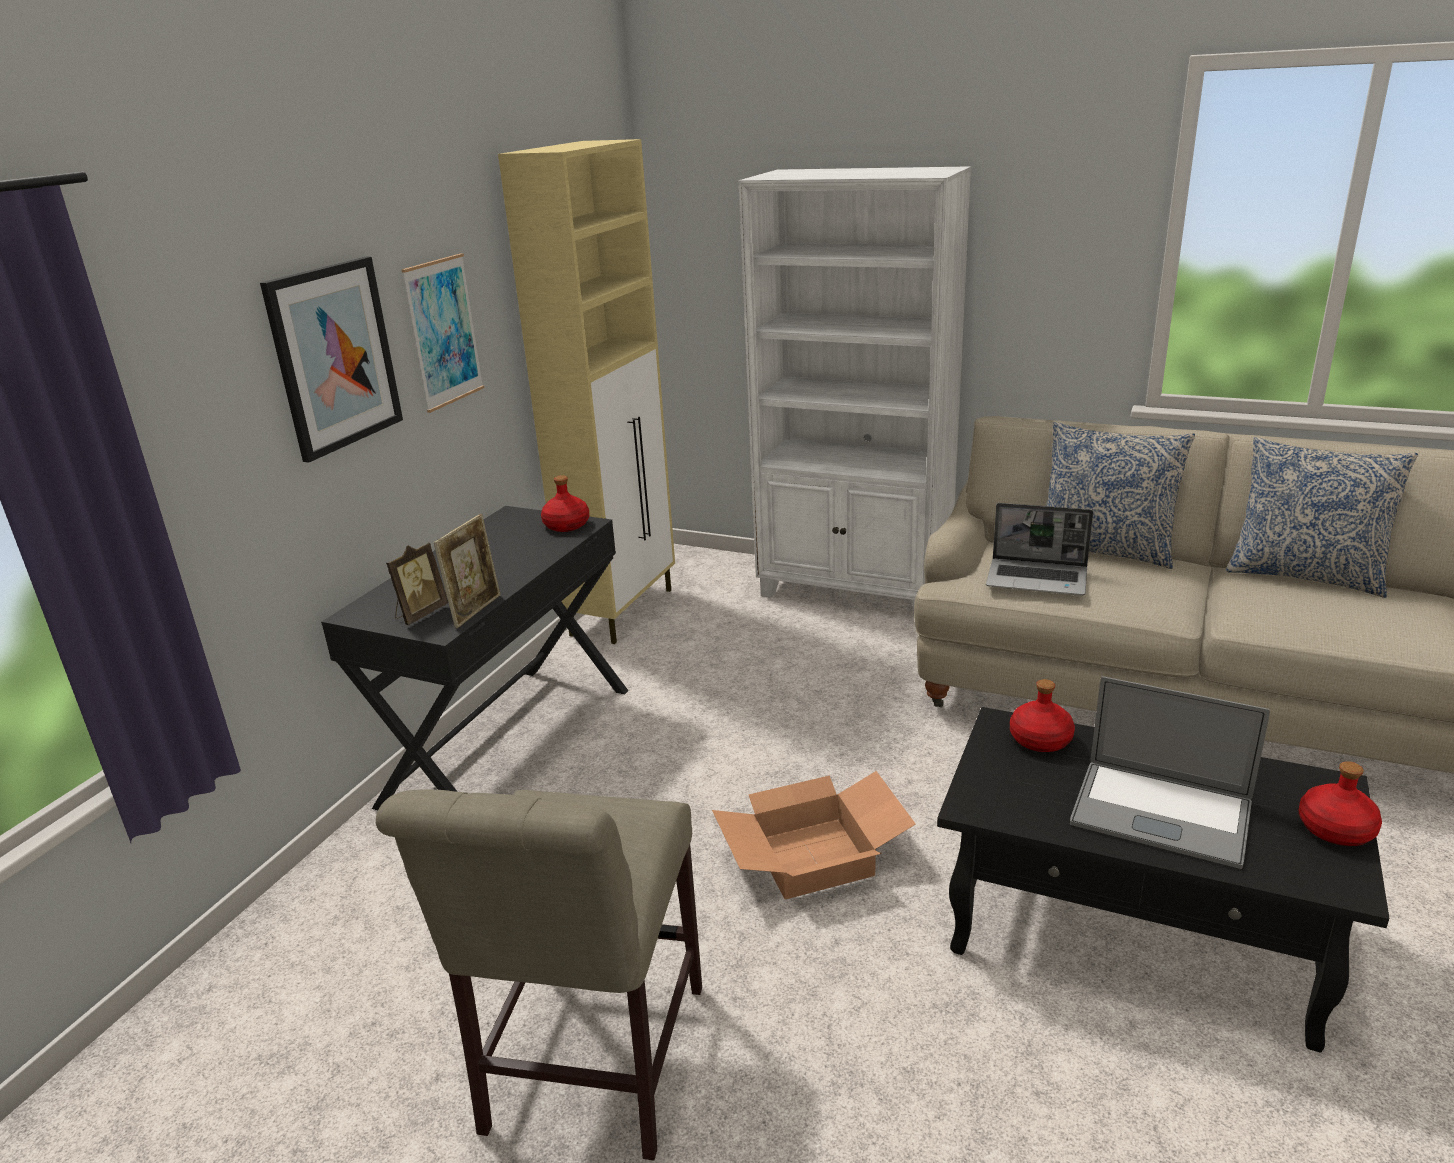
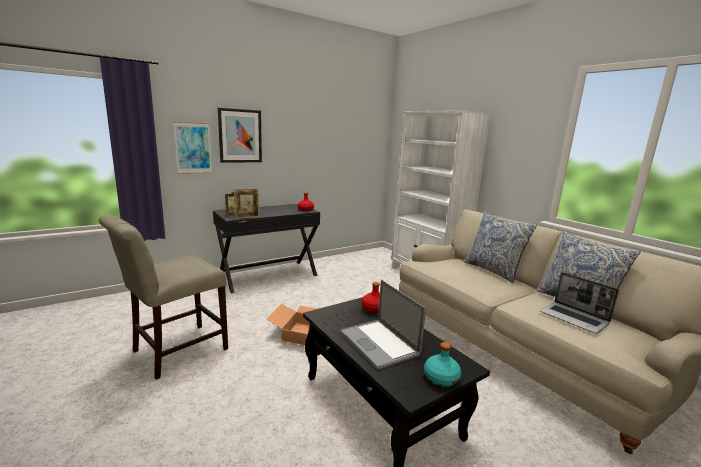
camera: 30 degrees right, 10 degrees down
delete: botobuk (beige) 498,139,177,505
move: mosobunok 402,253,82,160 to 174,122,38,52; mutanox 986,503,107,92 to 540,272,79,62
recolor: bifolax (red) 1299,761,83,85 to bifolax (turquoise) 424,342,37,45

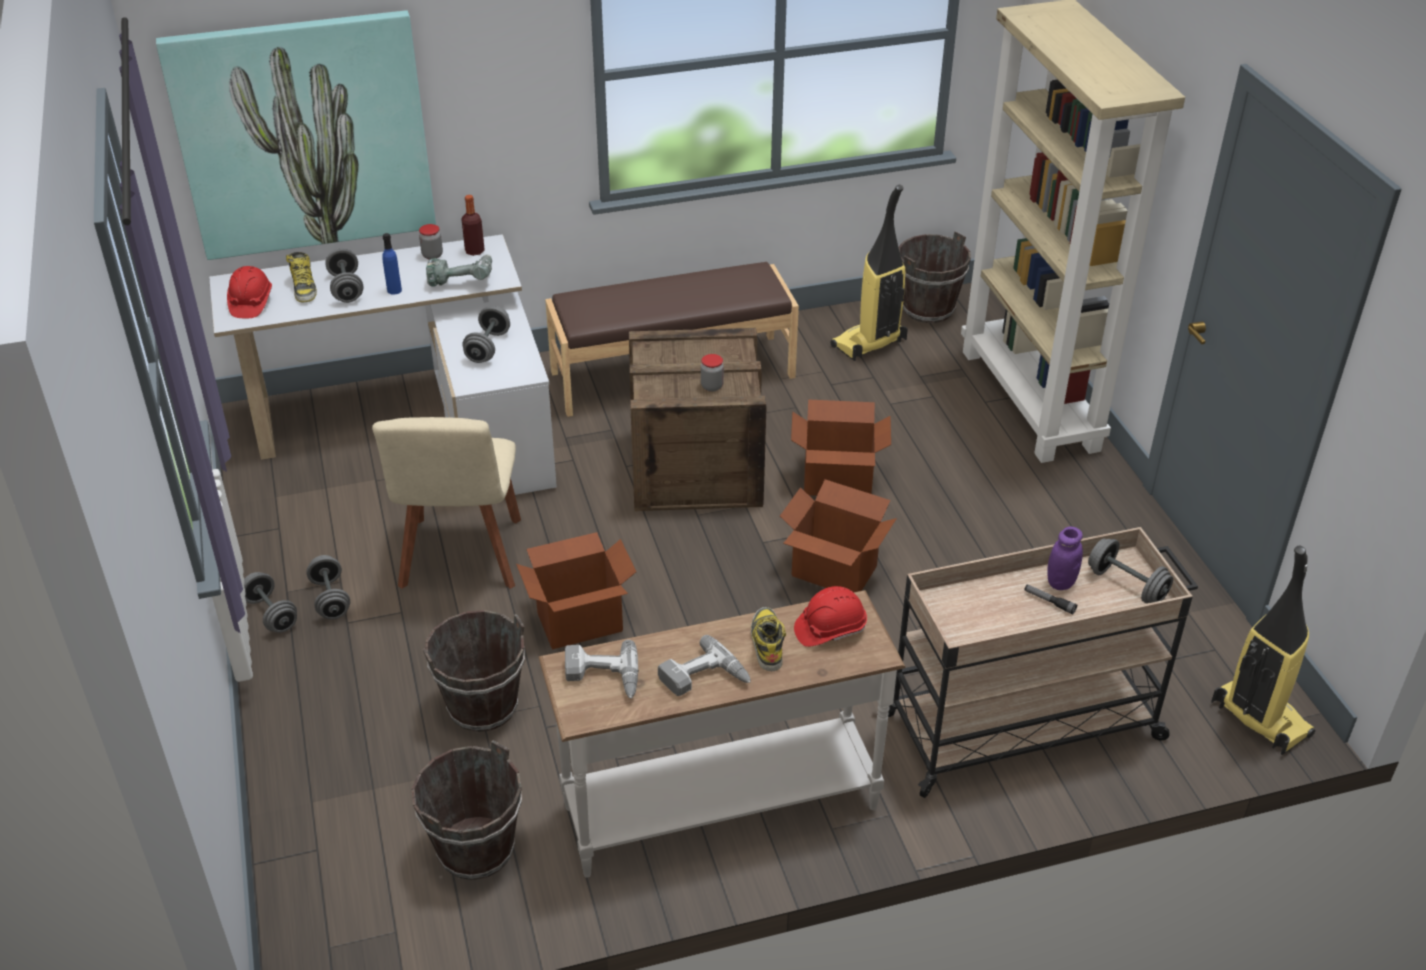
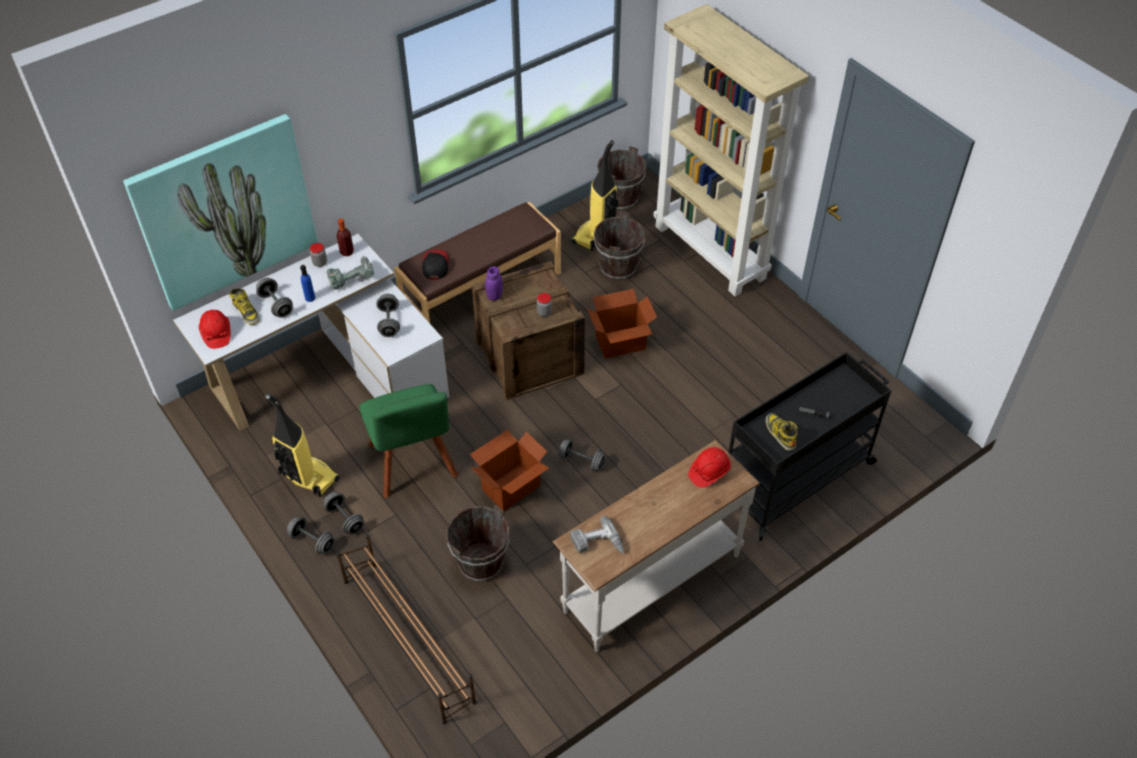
camera: 20 degrees left, 10 degrees up
delete: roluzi 780,479,117,113; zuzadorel 658,635,93,61
insert: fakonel 422,249,27,31; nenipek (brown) 337,535,139,189
move: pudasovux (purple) 1047,527,36,63 to 485,266,18,35; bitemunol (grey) 1088,539,85,64 to 558,439,47,32; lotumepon 1211,546,104,209 to 265,393,75,105; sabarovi 751,607,35,64 to 766,413,32,38; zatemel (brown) 412,740,110,140 to 594,212,51,68
recolor: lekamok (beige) 372,417,149,172 to lekamok (green) 360,384,98,114; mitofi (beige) 888,527,310,271 to mitofi (black) 728,352,164,189

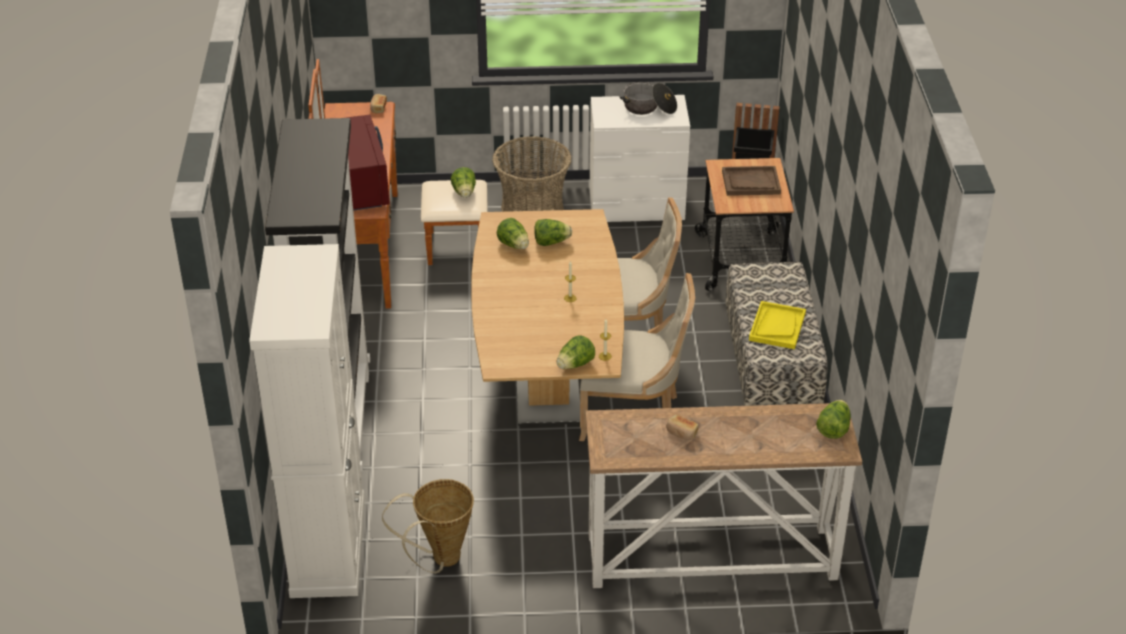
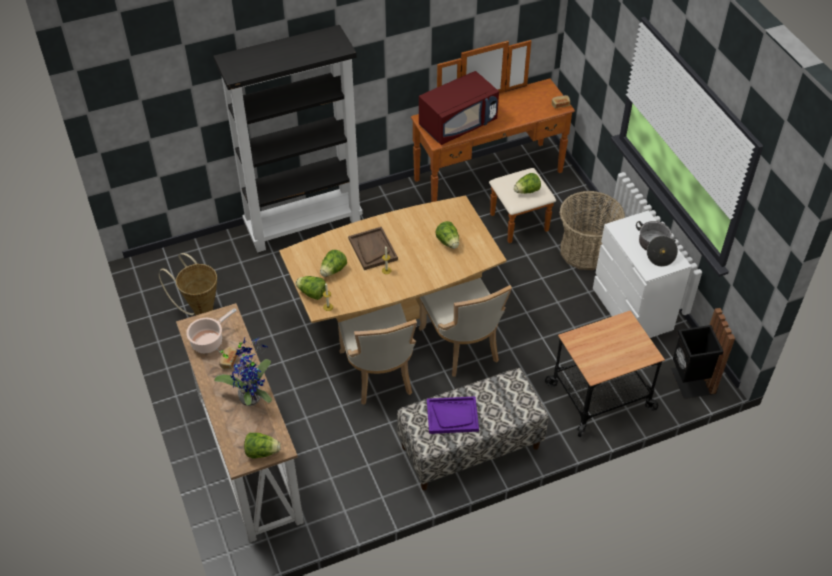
camera: 70 degrees right, 10 degrees up
delete: botobuk (white) 249,244,116,354
insert: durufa 186,308,51,45; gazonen 214,337,58,69
move: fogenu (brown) 722,166,59,30 to 348,227,50,43; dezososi 497,218,32,31 to 320,250,27,27
recolor: fogenu (yellow) 749,301,57,48 to fogenu (purple) 427,396,52,38

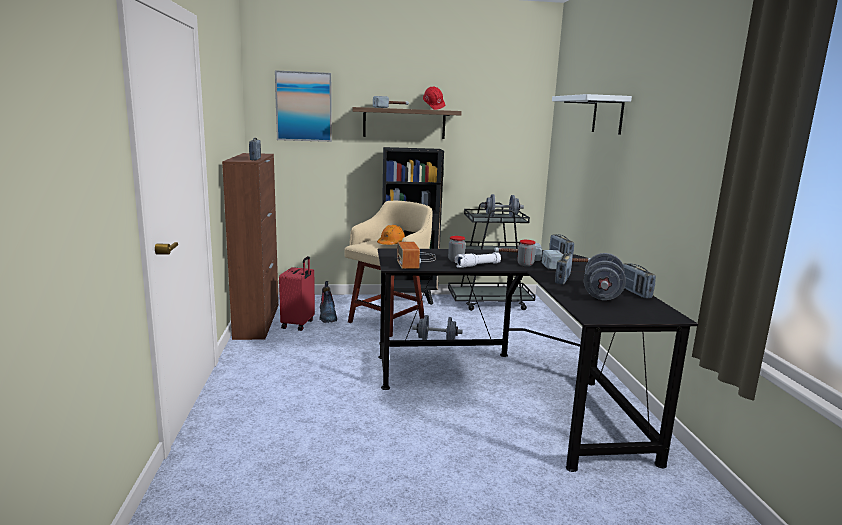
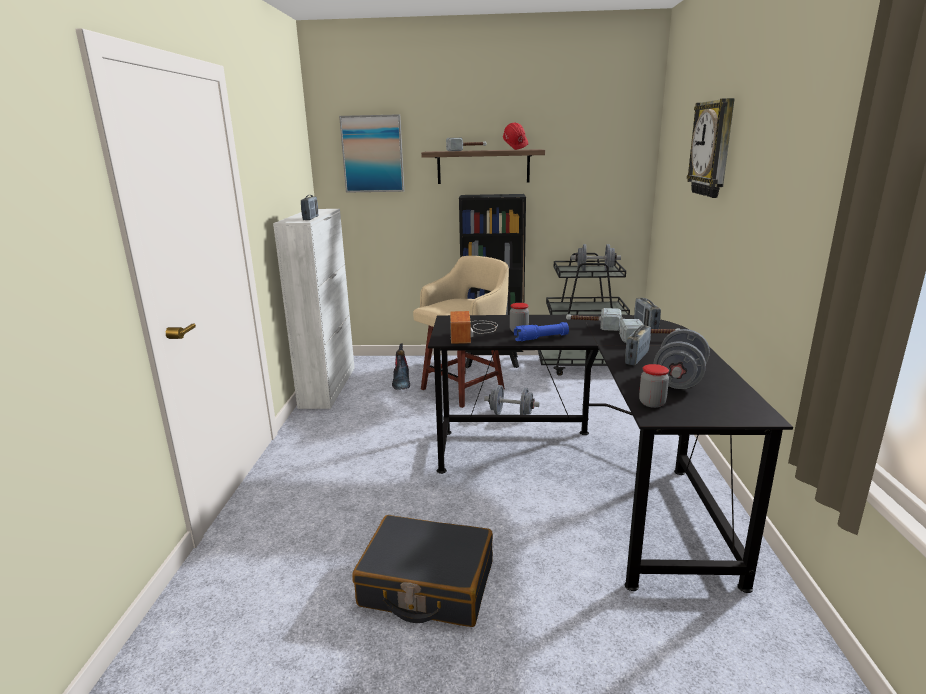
camera: 10 degrees right, 5 degrees up
delete: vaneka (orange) 377,225,28,20; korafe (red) 279,256,36,75; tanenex 623,263,33,35
insert: korafe (black) 352,515,141,112
move: pudasovux 517,240,19,26 to 639,364,30,44
replace: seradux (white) 552,94,80,41 to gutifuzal 687,98,48,100
recolor: botobuk (brown) 222,153,57,187 to botobuk (white) 273,209,82,200; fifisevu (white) 455,252,46,16 to fifisevu (blue) 514,322,55,19

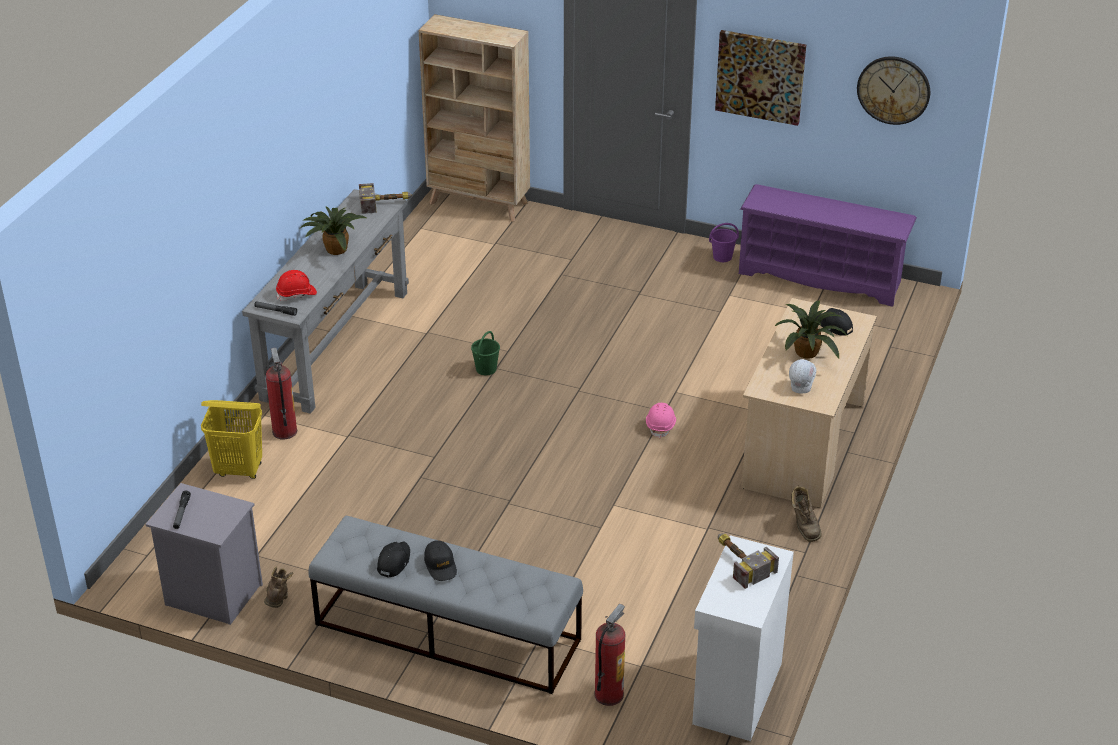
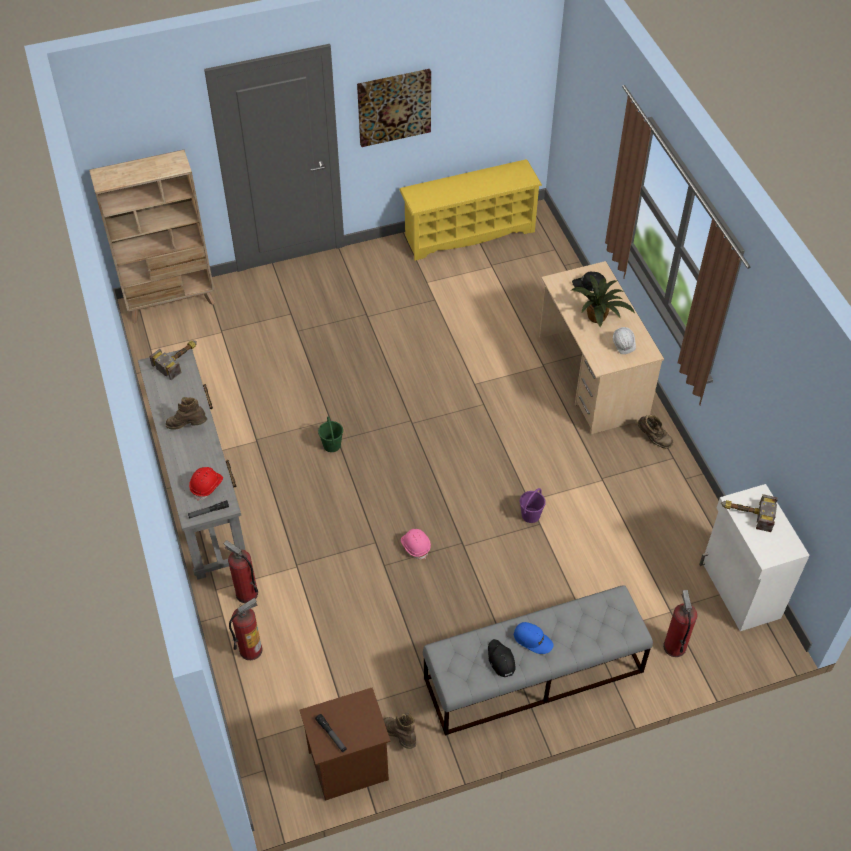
camera: 40 degrees left, 15 degrees up
delete: gutifuzal 857,56,73,69
move: zatemel (purple) 709,223,30,39 to 520,488,26,35; vaneka (pink) 646,403,30,36 to 401,529,30,31
replace: gazonen 300,206,66,49 to sabarovi (brown) 166,397,41,33; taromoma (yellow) 201,400,61,79 to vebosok 229,598,33,62
recolor: nenipek (purple) 739,184,178,123 to nenipek (yellow) 399,159,143,102; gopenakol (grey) 146,483,117,142 to gopenakol (brown) 299,687,92,114; fakonel (black) 424,540,33,41 to fakonel (blue) 514,622,40,32

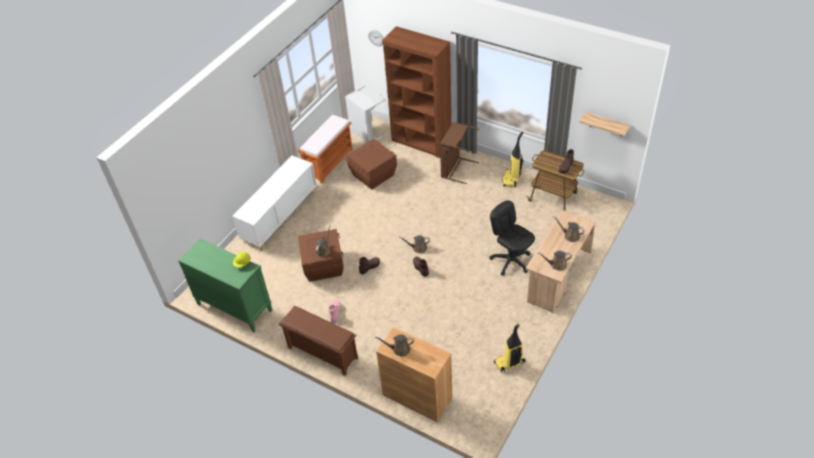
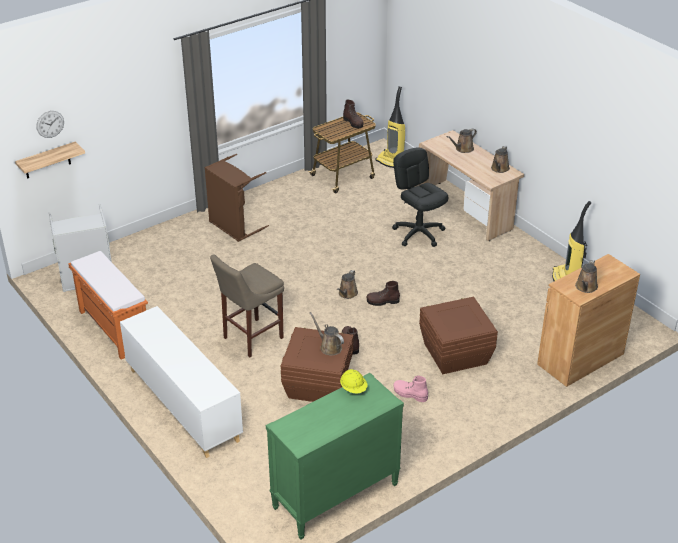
camera: 70 degrees left, 10 degrees down
delete: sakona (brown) 382,26,70,132; nenipek (brown) 279,306,79,70
insert: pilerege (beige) 210,254,74,103
move: seradux 580,112,50,24 to 15,142,70,37; lotumepon 502,132,21,55 to 375,86,30,82; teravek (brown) 346,139,51,51 to 419,297,79,77
rotate: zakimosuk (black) 489,200,46,76 = 392,147,56,100 75 degrees clockwise

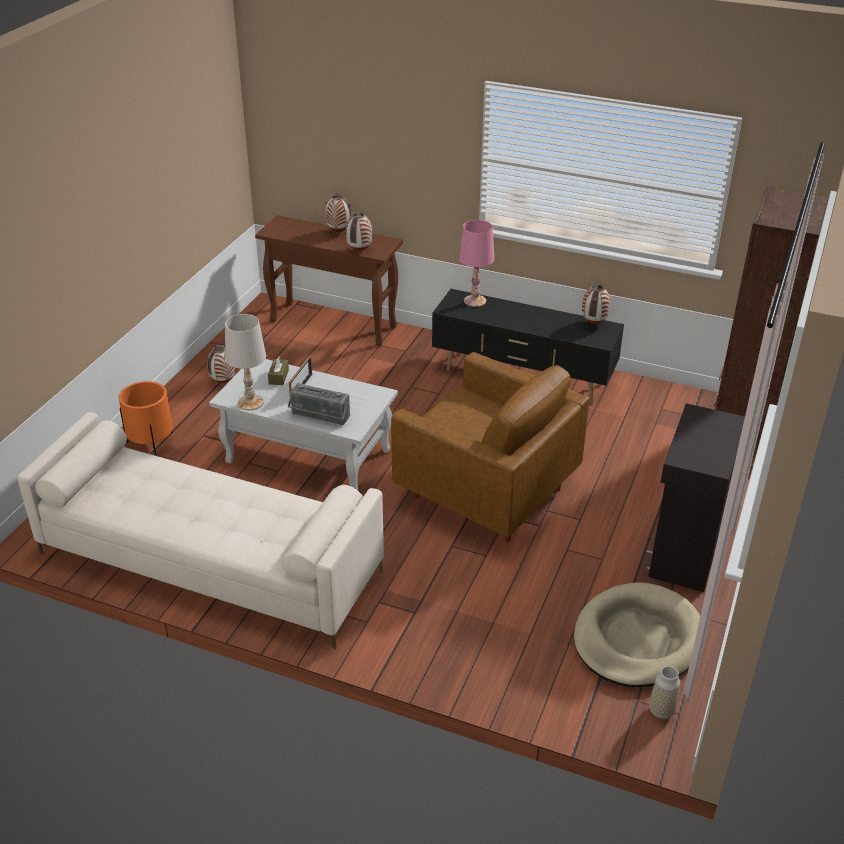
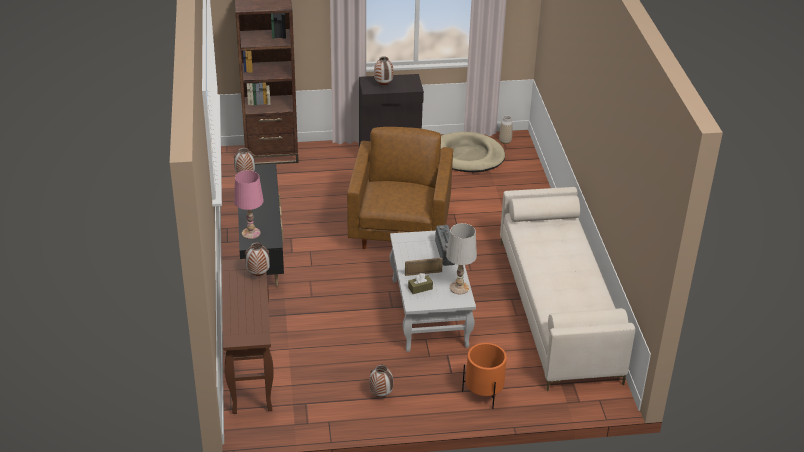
camera: 120 degrees left, 0 degrees up
move: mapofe 325,193,26,39 to 374,56,19,29

